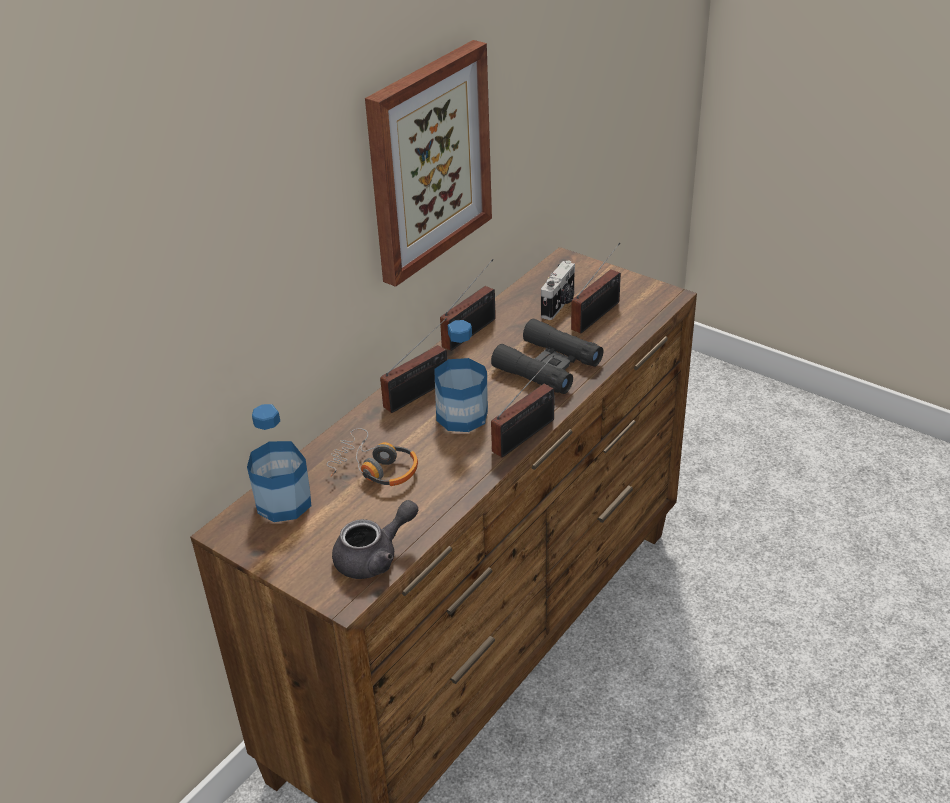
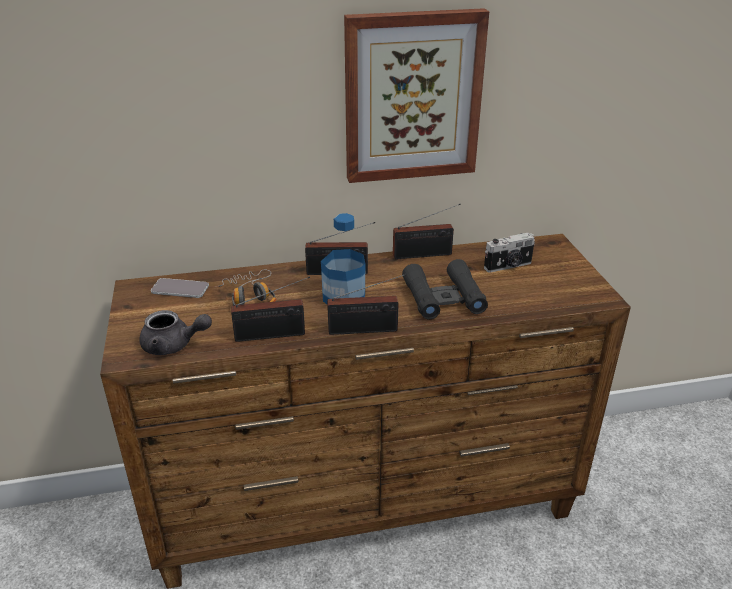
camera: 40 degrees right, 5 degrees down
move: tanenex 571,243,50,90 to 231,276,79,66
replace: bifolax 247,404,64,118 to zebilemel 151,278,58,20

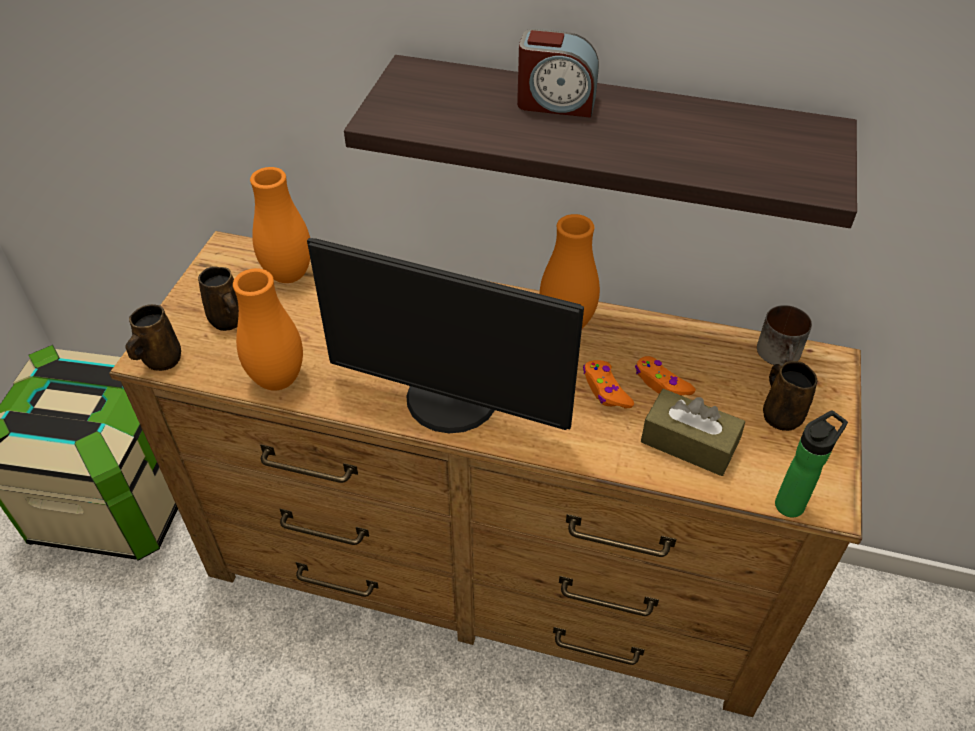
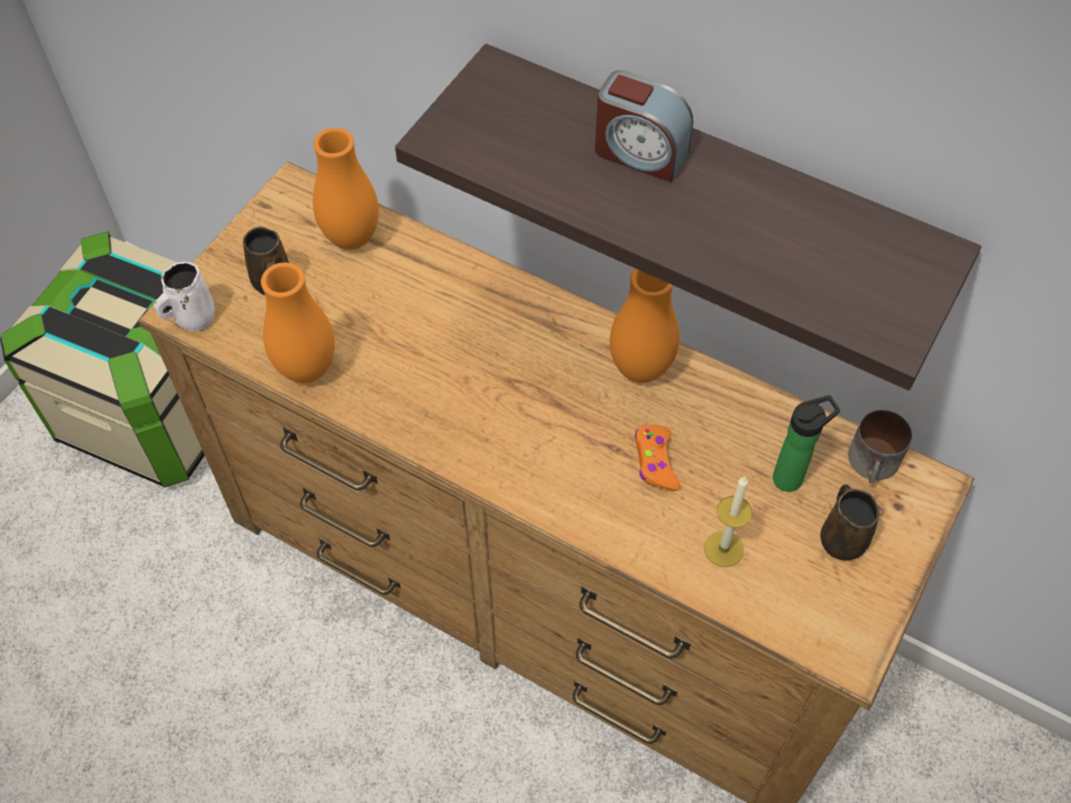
camera: 15 degrees right, 10 degrees up
delete: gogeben 307,238,277,195; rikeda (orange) 635,356,61,40
move: bifolax 775,410,73,108 to 773,395,67,97
replace: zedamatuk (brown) 641,389,104,87 to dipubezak 704,477,49,90
recolor: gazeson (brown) 125,304,56,67 to gazeson (white) 154,262,61,69

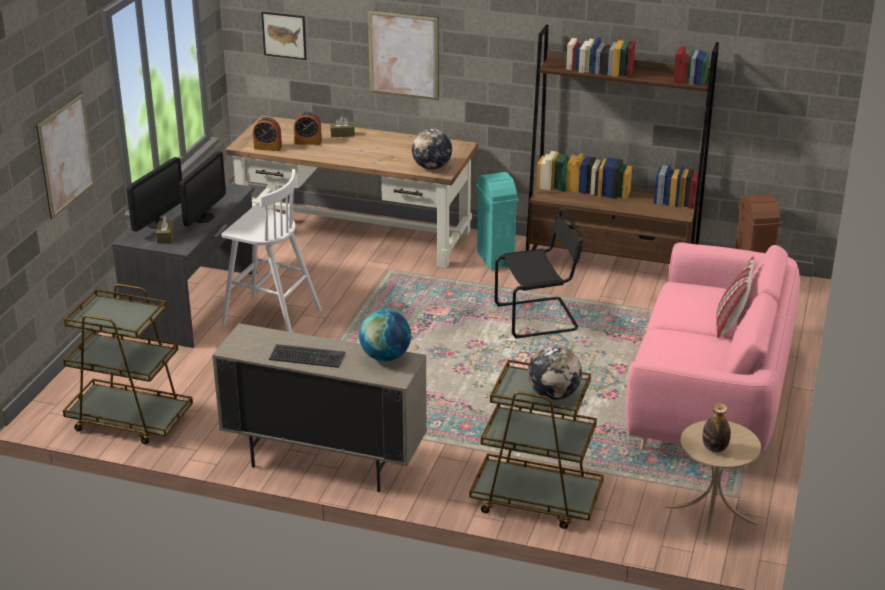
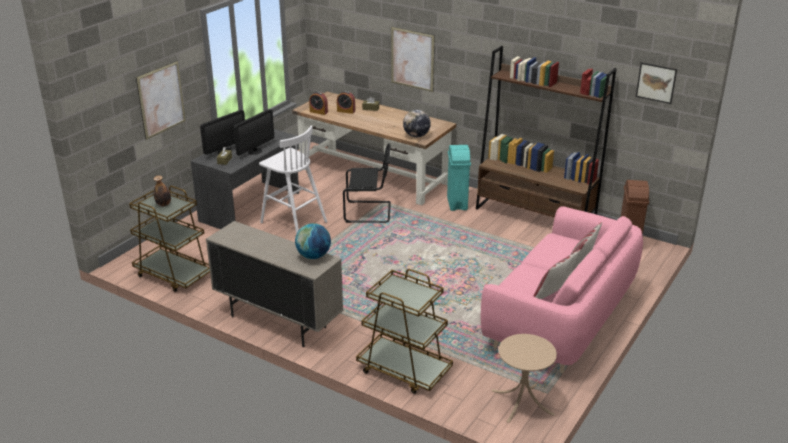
camera: 15 degrees right, 0 degrees up
delete: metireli 269,344,76,24; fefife 528,346,54,54
insert: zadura 533,249,48,50
move: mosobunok 261,12,45,48 to 636,62,41,42; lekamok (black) 495,209,88,130 to 343,143,48,80; bifolax 702,403,29,49 to 154,175,17,32

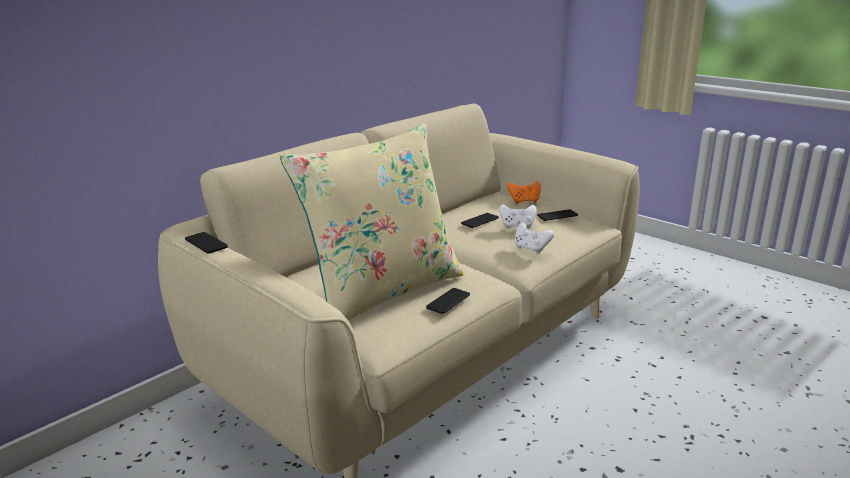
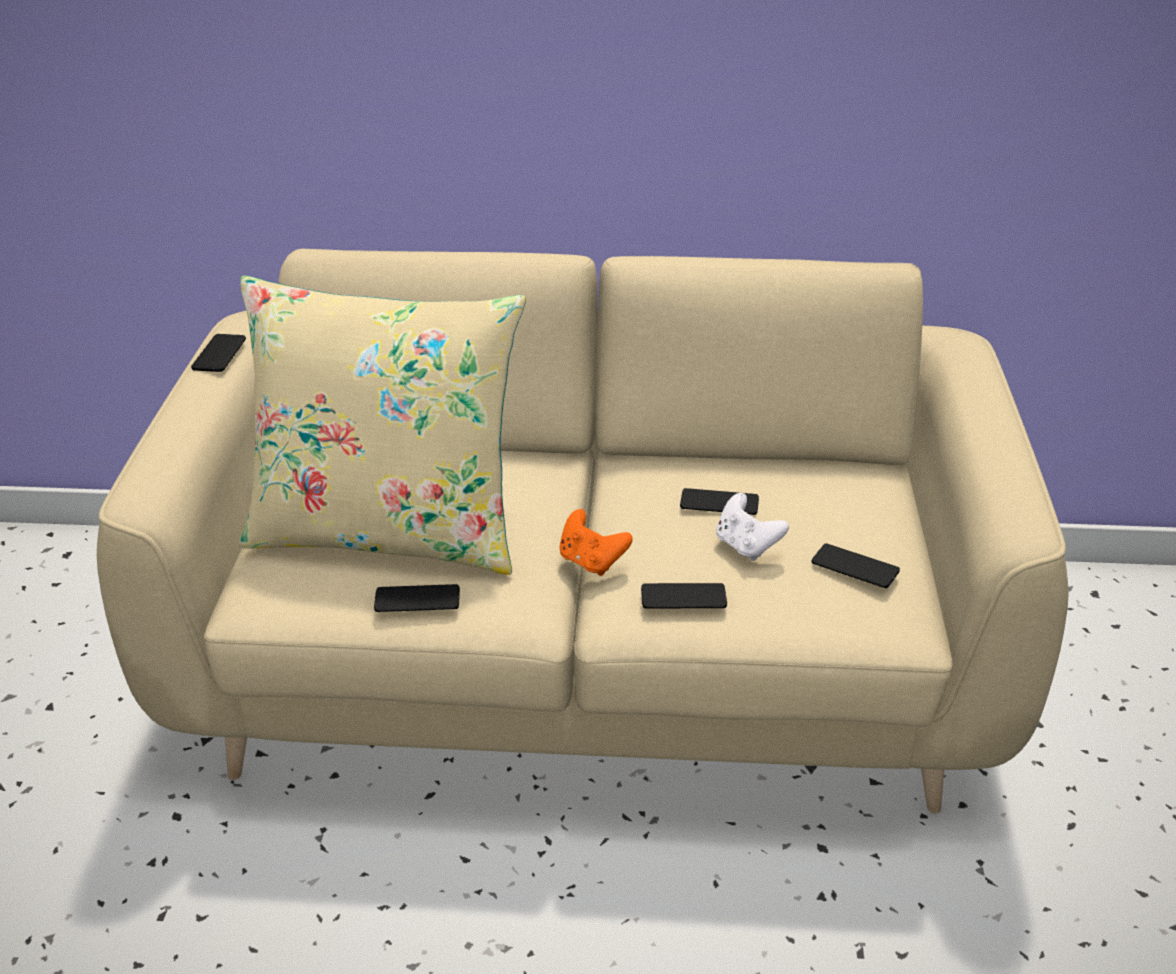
camera: 50 degrees right, 10 degrees up
move: rikeda (orange) 507,181,34,23 to 559,509,74,67
replace: rikeda (white) 515,223,40,31 to zebilemel 641,583,86,25

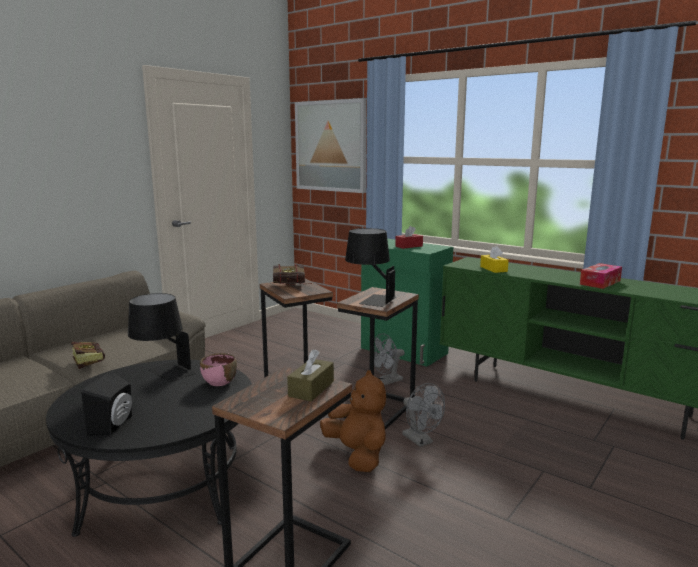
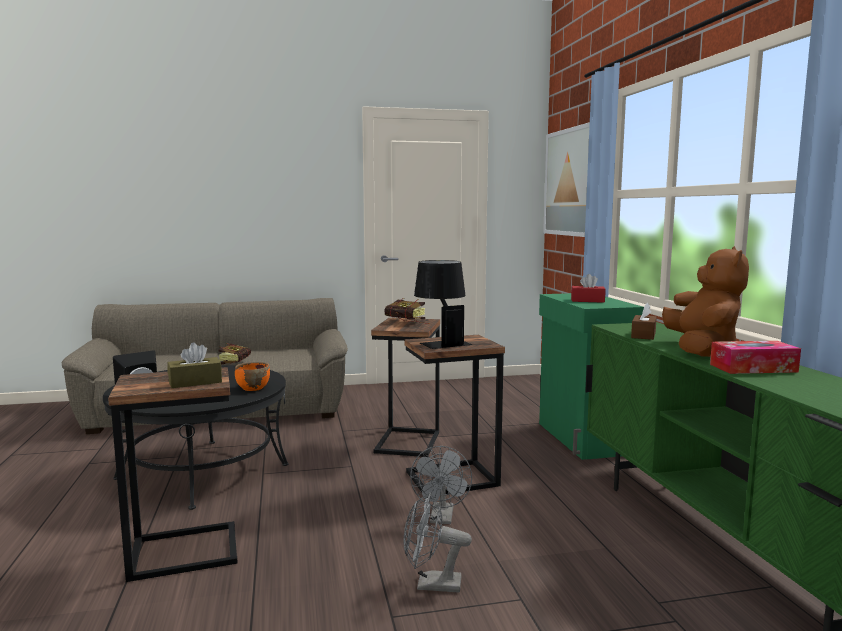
camera: 40 degrees right, 5 degrees down
delete: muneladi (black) 128,293,68,89
move: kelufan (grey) 374,334,31,51 to 403,492,69,101; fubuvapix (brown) 320,370,66,102 to 662,246,87,111
recolor: zedamatuk (yellow) 480,246,29,27 to zedamatuk (brown) 631,302,26,38; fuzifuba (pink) 200,353,37,33 to fuzifuba (orange) 235,362,35,29

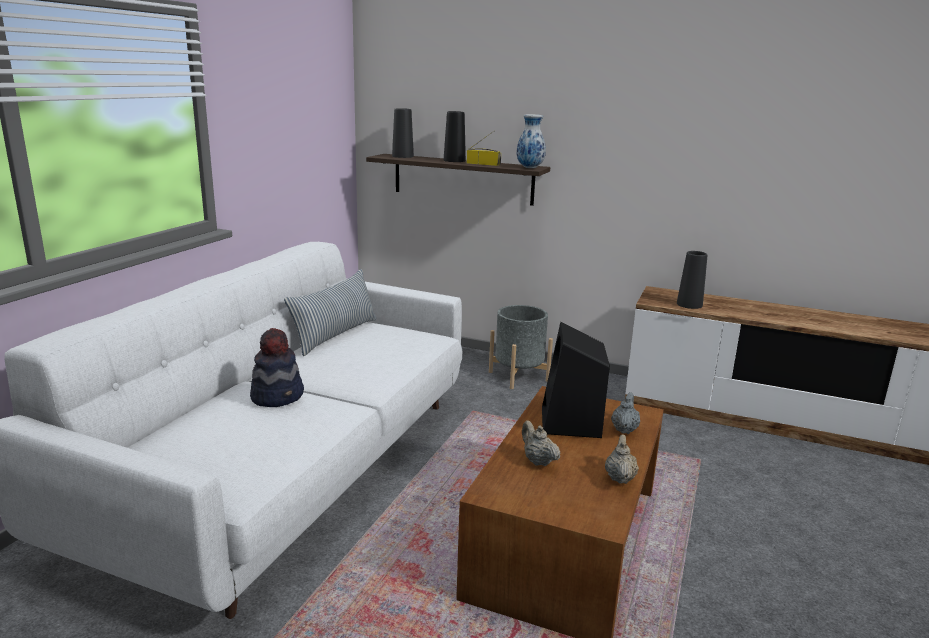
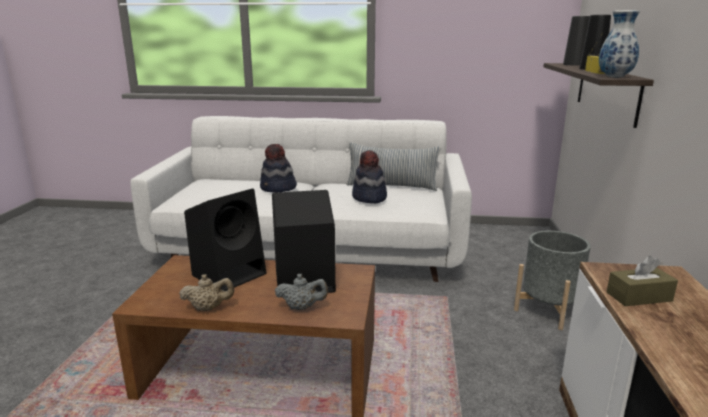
camera: 75 degrees right, 0 degrees up
insert: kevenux 352,150,35,53
replace: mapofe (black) 677,251,30,58 to zedamatuk (brown) 607,256,71,50; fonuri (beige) 522,420,38,46 to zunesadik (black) 184,188,82,103

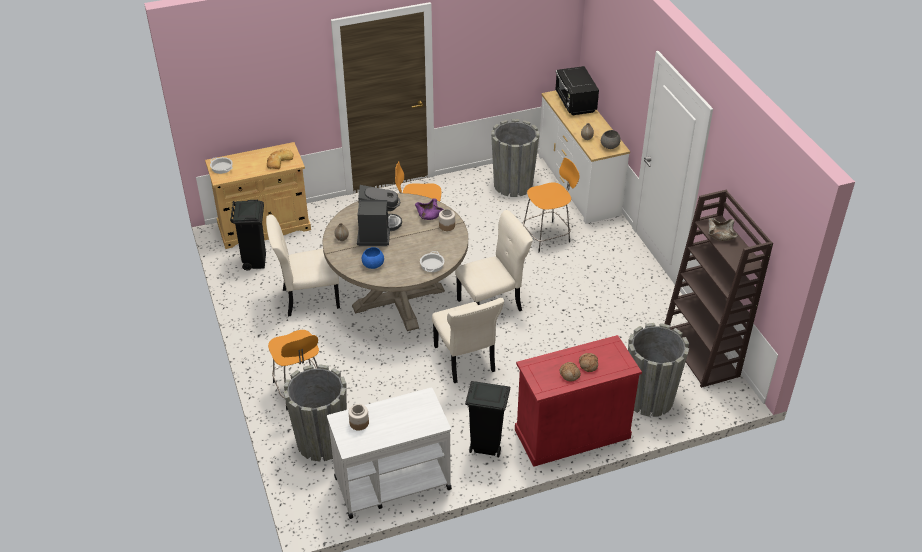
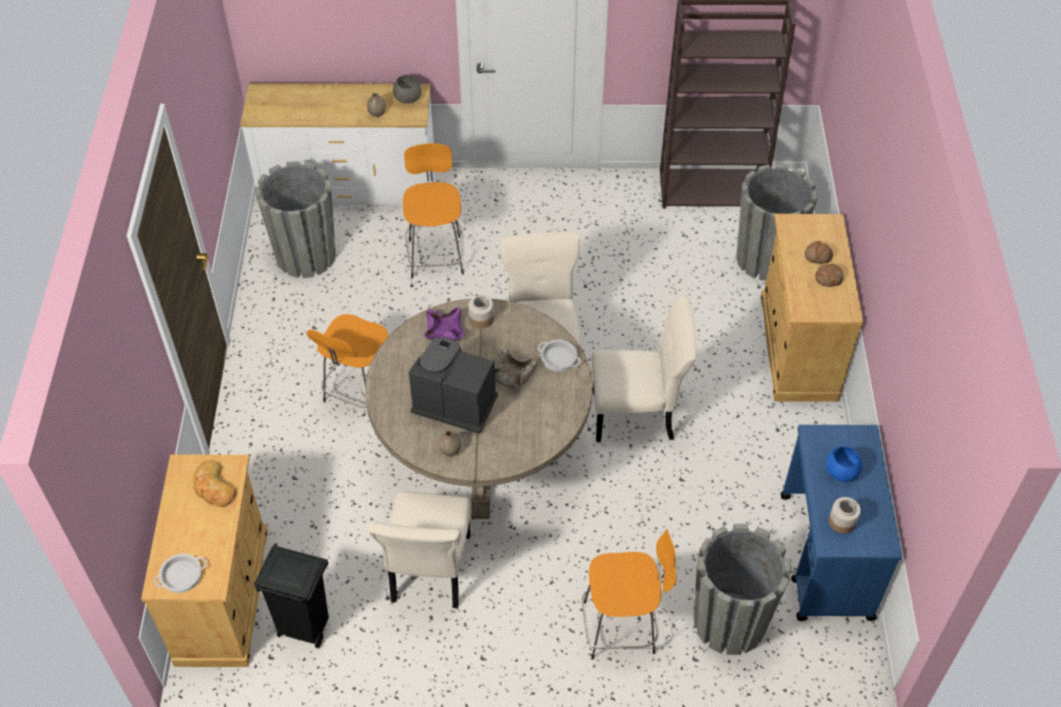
camera: 70 degrees left, 10 degrees up
delete: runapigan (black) 555,66,44,49; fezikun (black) 465,381,45,77
move: fuzifuba (beige) 708,218,30,23 to 495,349,42,40; fuzifuba (blue) 362,247,22,22 to 826,446,36,36
recolor: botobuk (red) 515,335,127,132 to botobuk (beige) 761,214,103,188; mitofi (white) 327,387,125,132 to mitofi (blue) 781,425,121,196

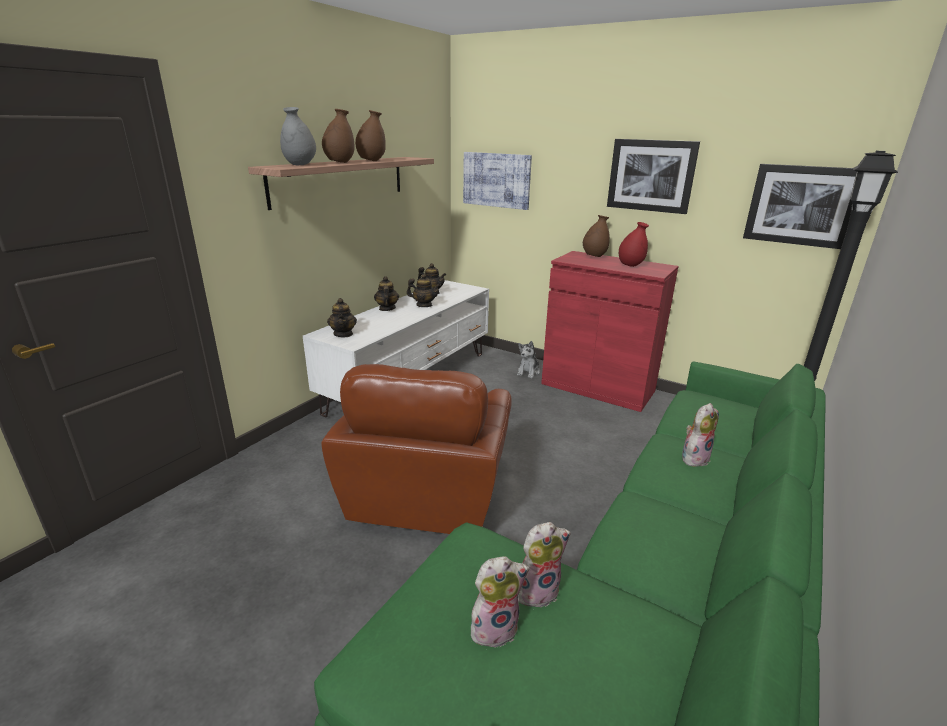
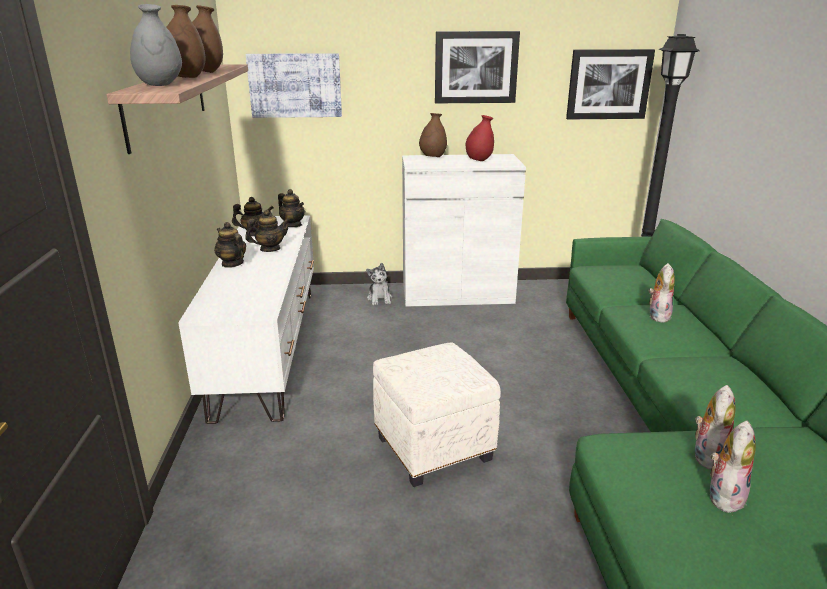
camera: 35 degrees left, 0 degrees up
move: fonuri 327,298,30,39 to 278,189,27,38
replace: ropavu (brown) 321,364,191,170 to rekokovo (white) 373,343,128,144
recolor: botobuk (red) 541,251,137,161 to botobuk (white) 402,154,124,153

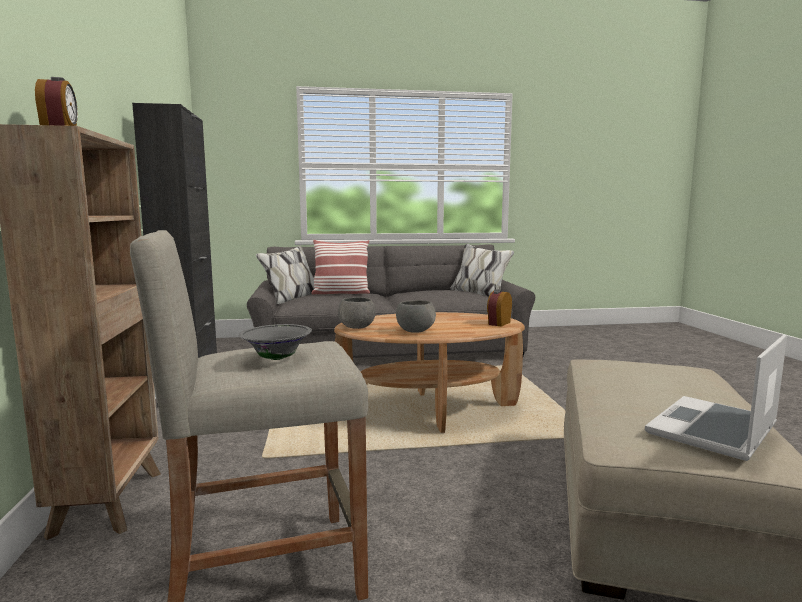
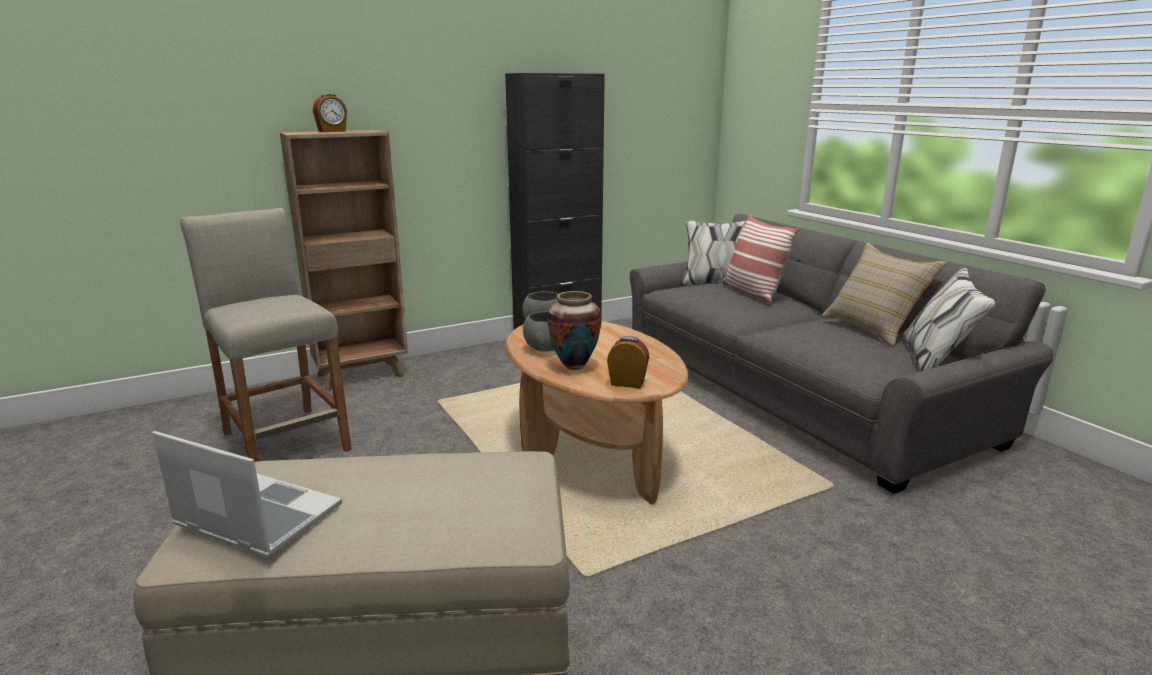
camera: 70 degrees right, 10 degrees up
delete: fuzifuba (grey) 239,324,73,36
insert: zadura (beige) 821,243,126,104; mapofe 547,291,55,79

